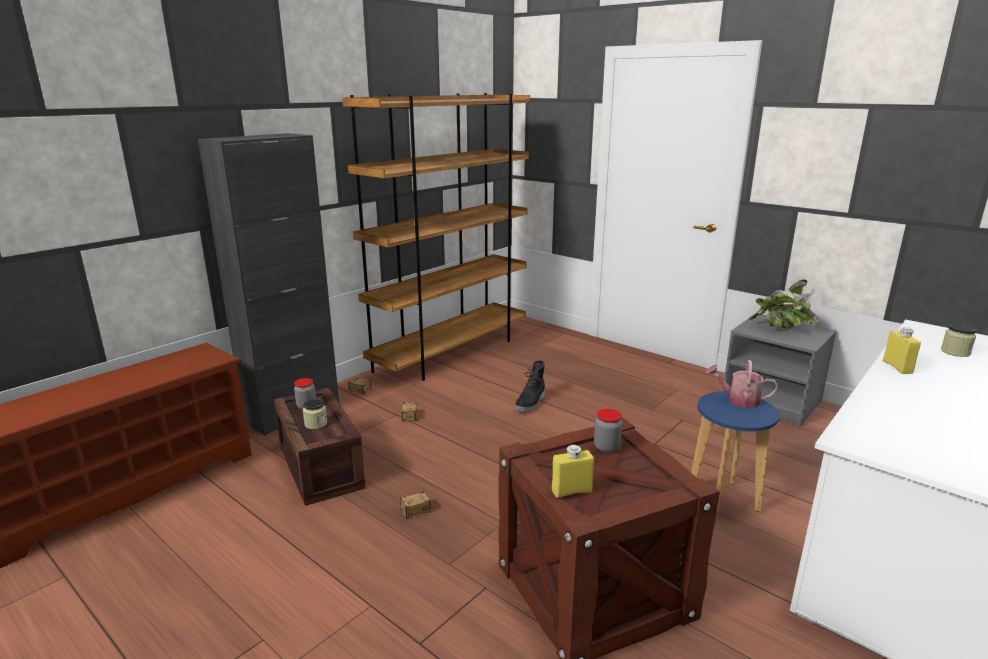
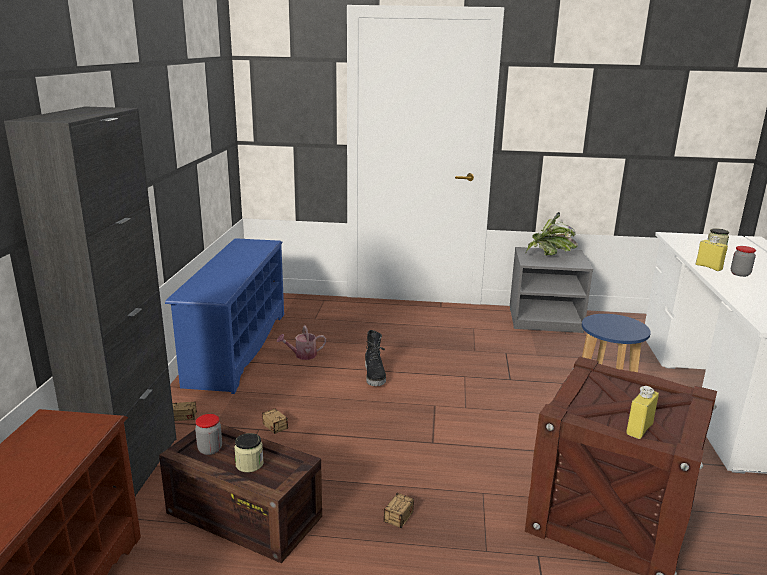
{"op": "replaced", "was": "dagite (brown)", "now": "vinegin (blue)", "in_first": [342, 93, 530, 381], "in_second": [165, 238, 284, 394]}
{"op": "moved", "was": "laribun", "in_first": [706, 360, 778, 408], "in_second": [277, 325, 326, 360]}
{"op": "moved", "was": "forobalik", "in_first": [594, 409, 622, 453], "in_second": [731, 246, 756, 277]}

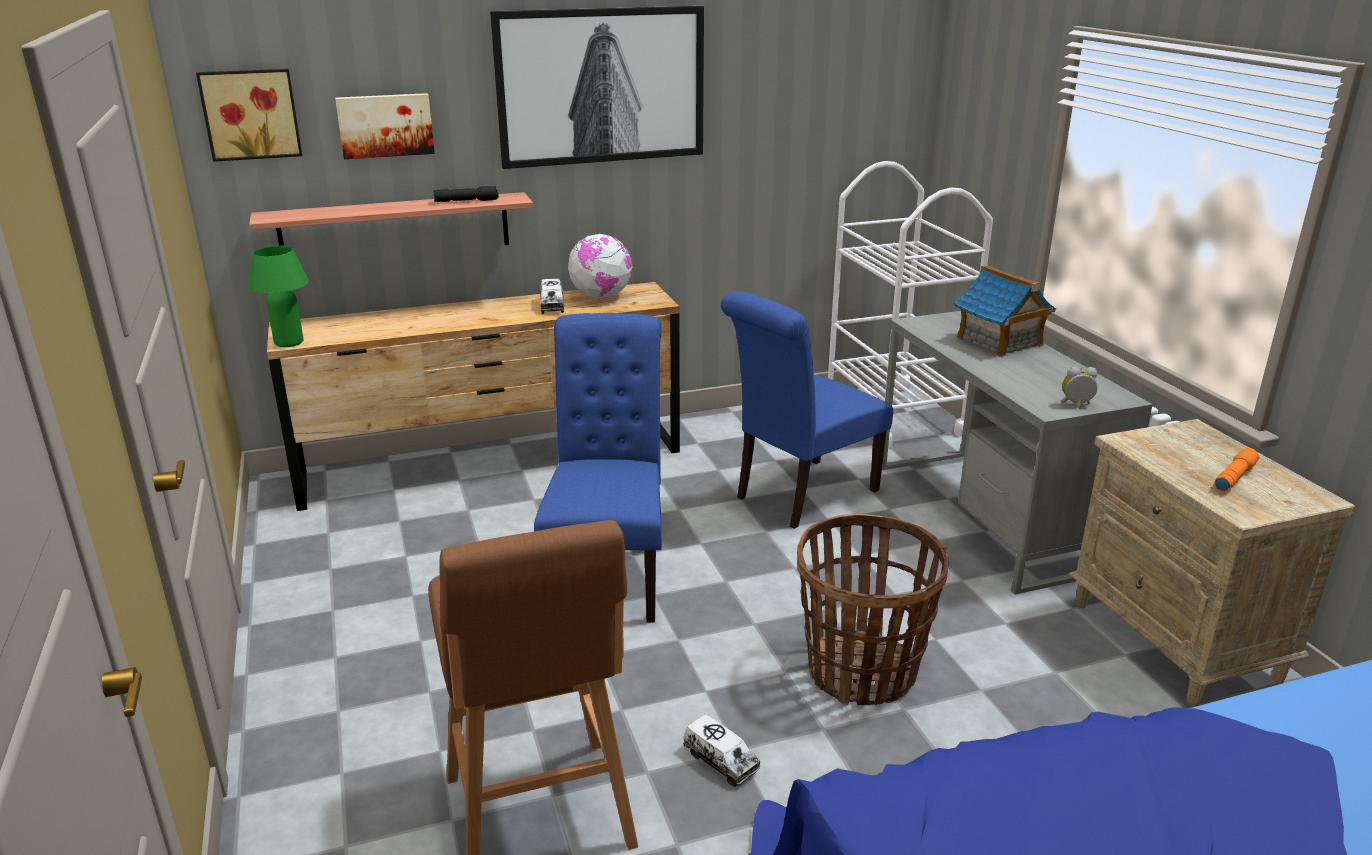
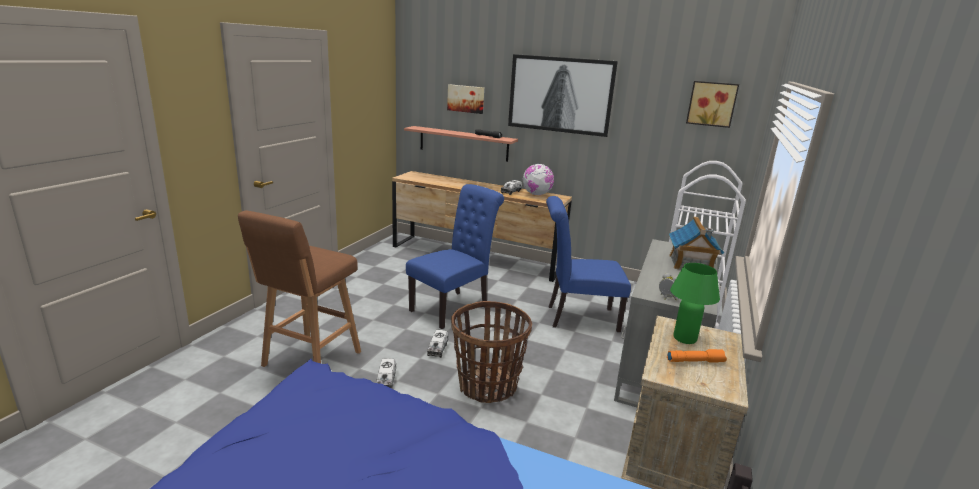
{"op": "added", "now": "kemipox", "in_second": [427, 330, 448, 358]}
{"op": "moved", "was": "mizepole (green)", "in_first": [248, 246, 309, 347], "in_second": [670, 263, 720, 344]}
{"op": "moved", "was": "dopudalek", "in_first": [196, 69, 302, 162], "in_second": [686, 81, 739, 128]}

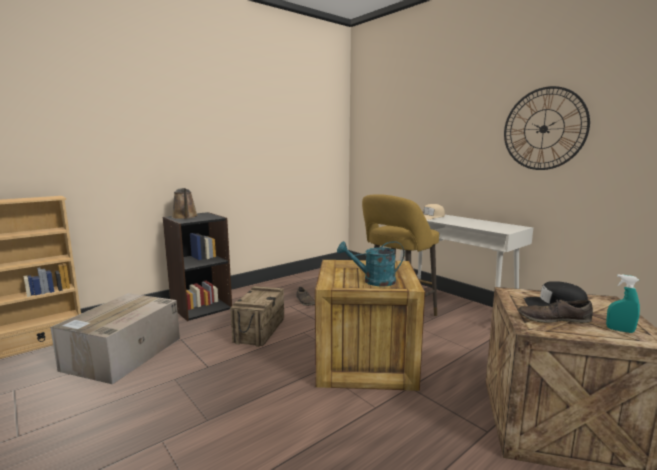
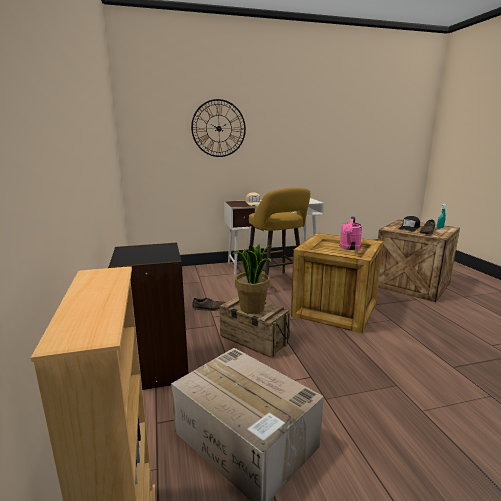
{"op": "moved", "was": "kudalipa", "in_first": [504, 86, 590, 170], "in_second": [191, 99, 246, 157]}
{"op": "added", "now": "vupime", "in_second": [232, 243, 271, 314]}
{"op": "recoloured", "was": "laribun (turquoise)", "now": "laribun (pink)", "in_first": [337, 241, 404, 286], "in_second": [340, 217, 362, 250]}
{"op": "removed", "was": "laribun (brown)", "in_first": [172, 188, 198, 219]}

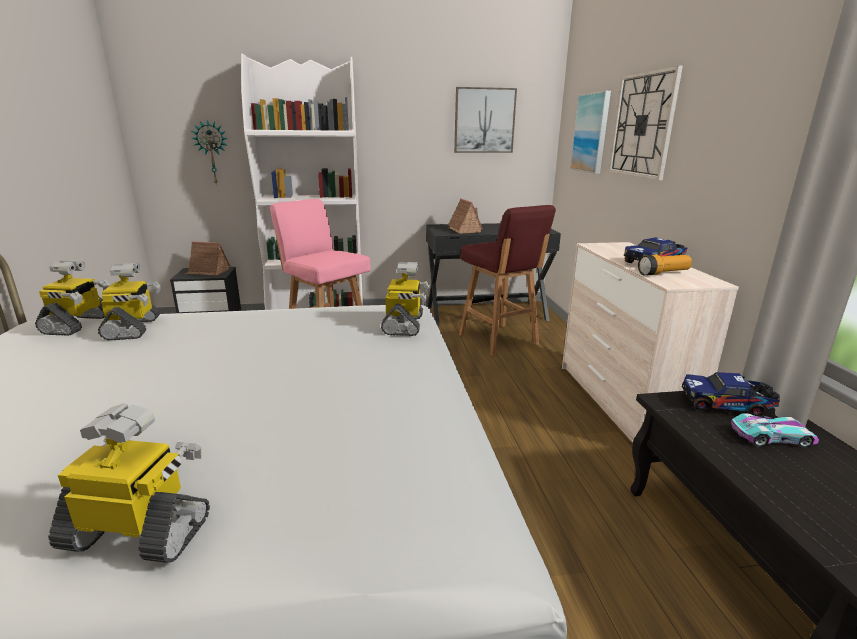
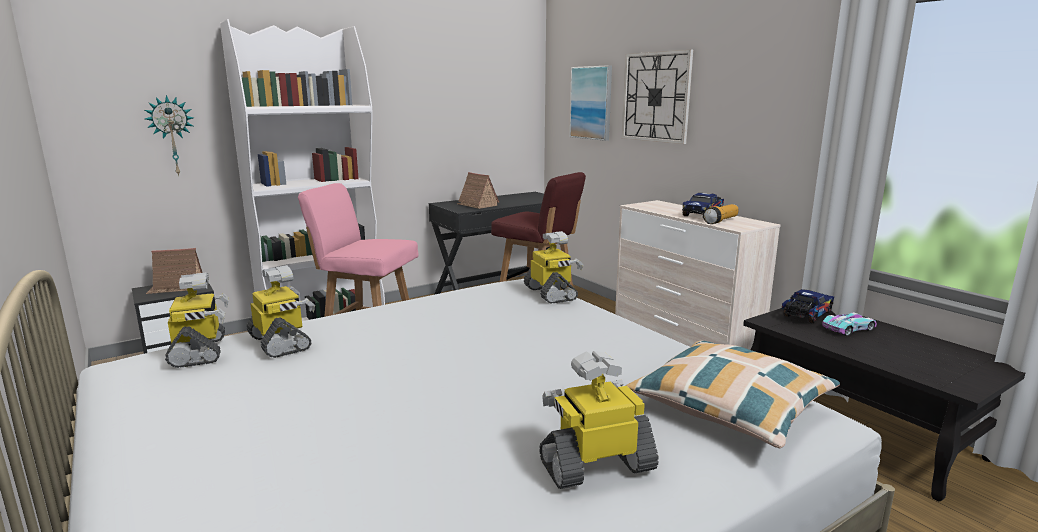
{"op": "added", "now": "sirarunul", "in_second": [626, 341, 840, 449]}
{"op": "turned", "was": "kemipox", "in_first": [682, 372, 780, 416], "in_second": [782, 289, 834, 323], "clockwise": 150}
{"op": "removed", "was": "dopudalek", "in_first": [454, 87, 517, 153]}

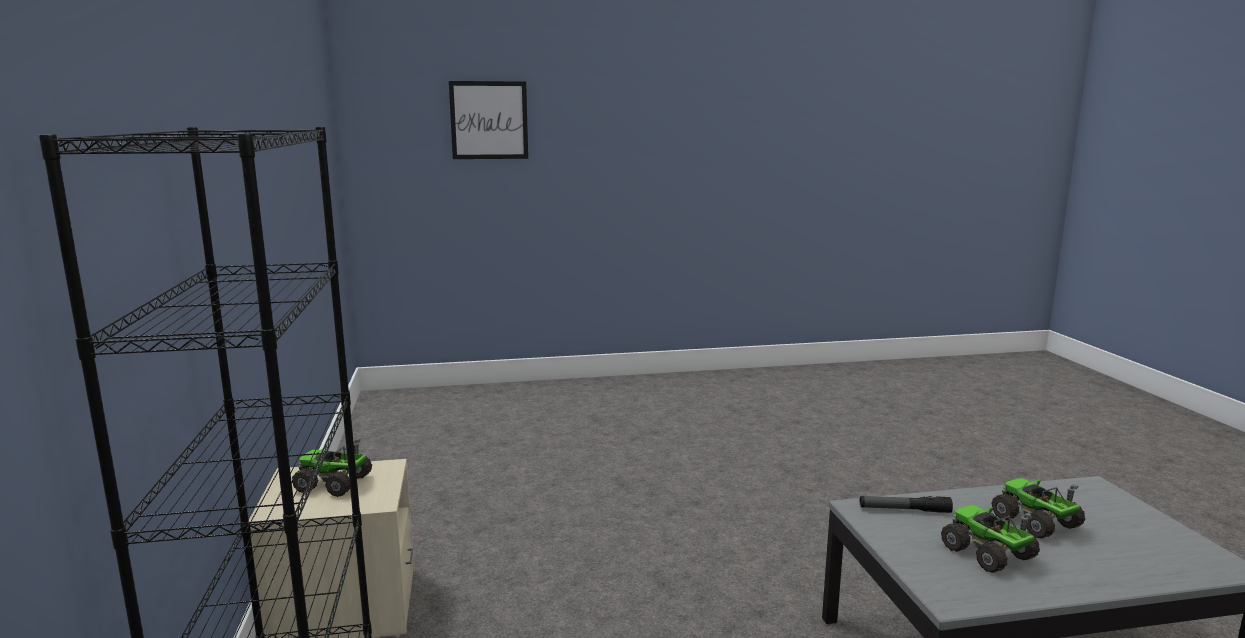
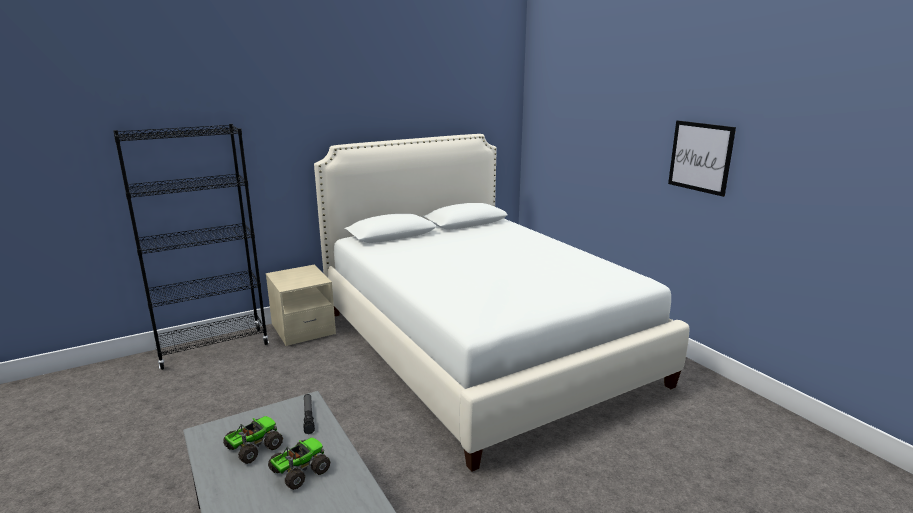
{"op": "added", "now": "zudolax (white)", "in_second": [314, 134, 689, 472]}
{"op": "moved", "was": "dopudalek", "in_first": [449, 81, 528, 159], "in_second": [668, 120, 736, 197]}
{"op": "removed", "was": "kemipox", "in_first": [292, 439, 372, 497]}

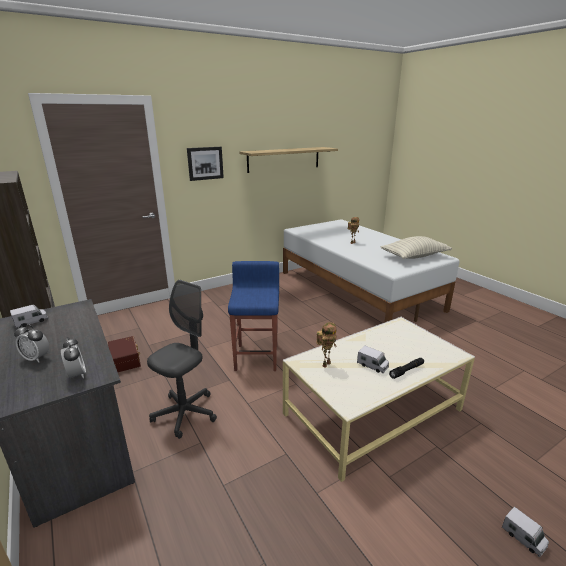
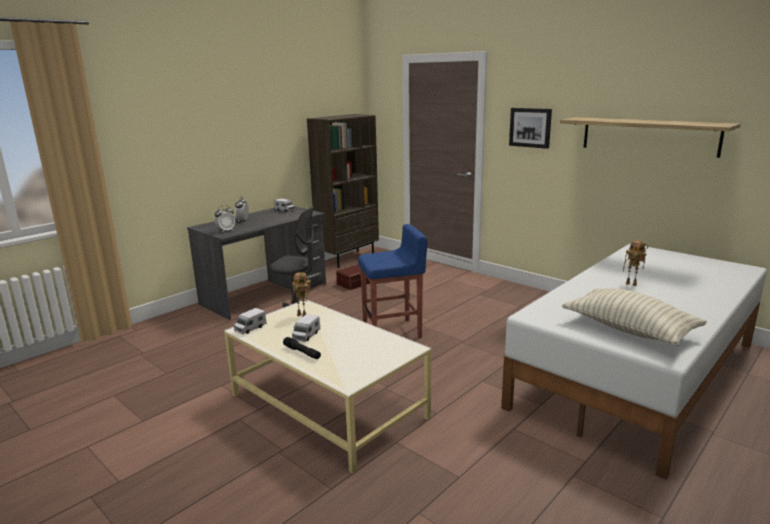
{"op": "moved", "was": "kemipox", "in_first": [502, 507, 549, 557], "in_second": [234, 308, 267, 334]}

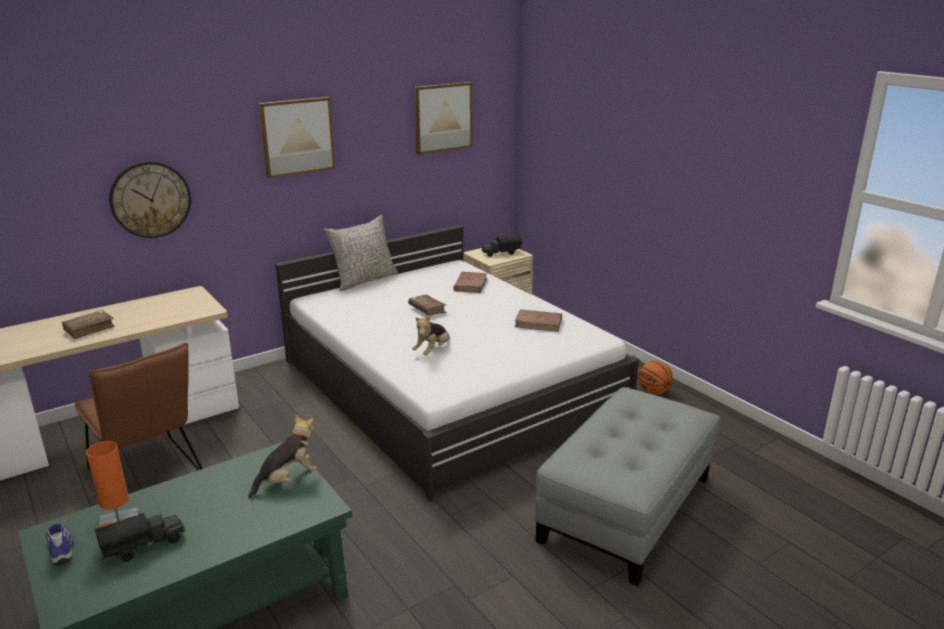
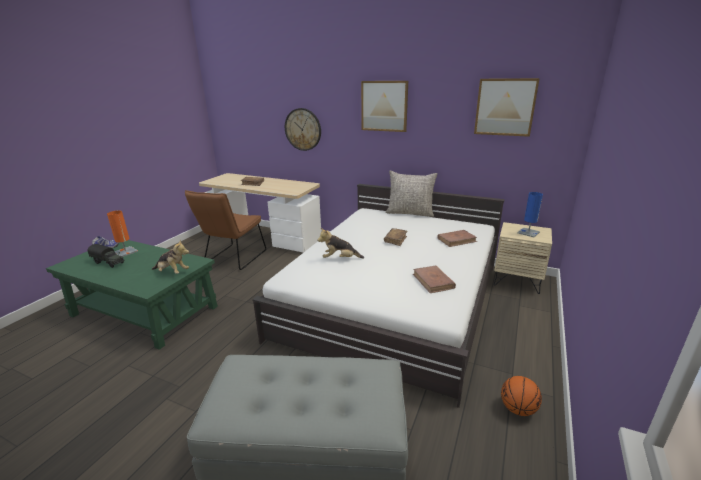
{"op": "replaced", "was": "kemipox", "now": "mizepole (blue)", "in_first": [481, 235, 522, 257], "in_second": [517, 192, 543, 237]}

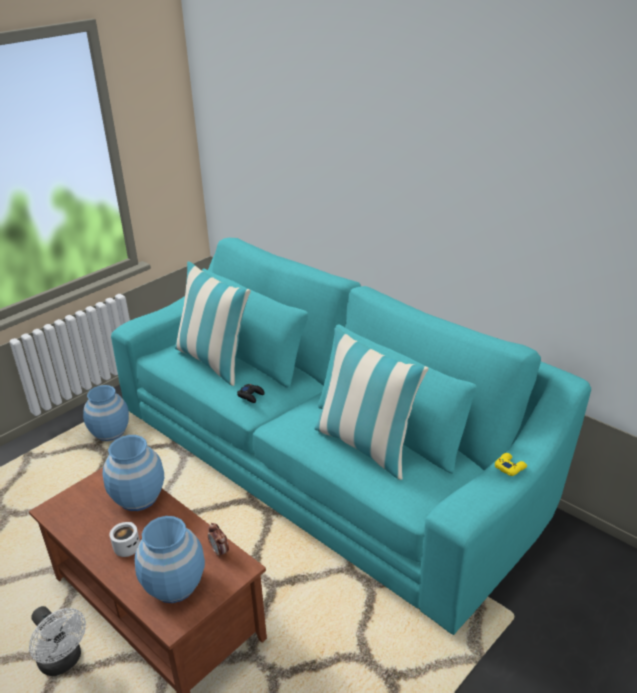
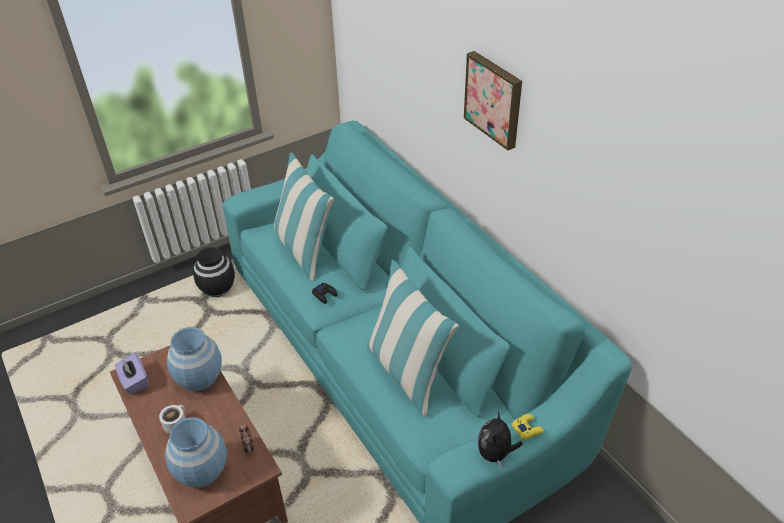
{"op": "added", "now": "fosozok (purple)", "in_second": [115, 352, 149, 395]}
{"op": "recoloured", "was": "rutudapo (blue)", "now": "rutudapo (black)", "in_first": [83, 385, 129, 441], "in_second": [193, 247, 235, 297]}
{"op": "added", "now": "dopudalek", "in_second": [464, 51, 522, 150]}
{"op": "added", "now": "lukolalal", "in_second": [478, 411, 523, 468]}
{"op": "removed", "was": "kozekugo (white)", "in_first": [29, 606, 86, 676]}

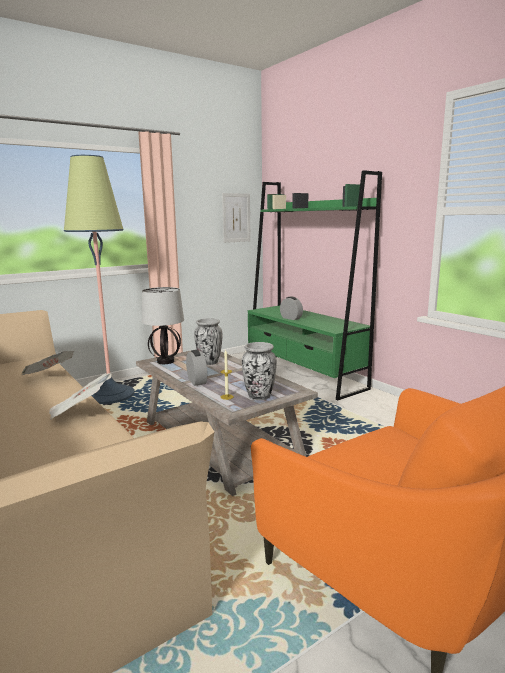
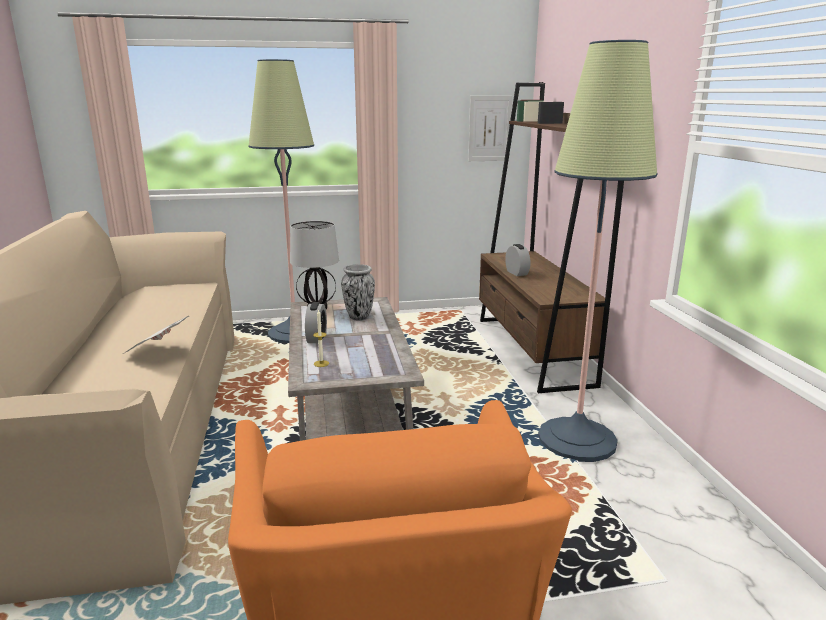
{"op": "recoloured", "was": "dagite (green)", "now": "dagite (brown)", "in_first": [248, 170, 382, 401], "in_second": [479, 82, 624, 393]}
{"op": "added", "now": "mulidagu", "in_second": [538, 40, 657, 462]}
{"op": "removed", "was": "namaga", "in_first": [21, 351, 74, 375]}
{"op": "removed", "was": "rutudapo", "in_first": [242, 342, 277, 400]}

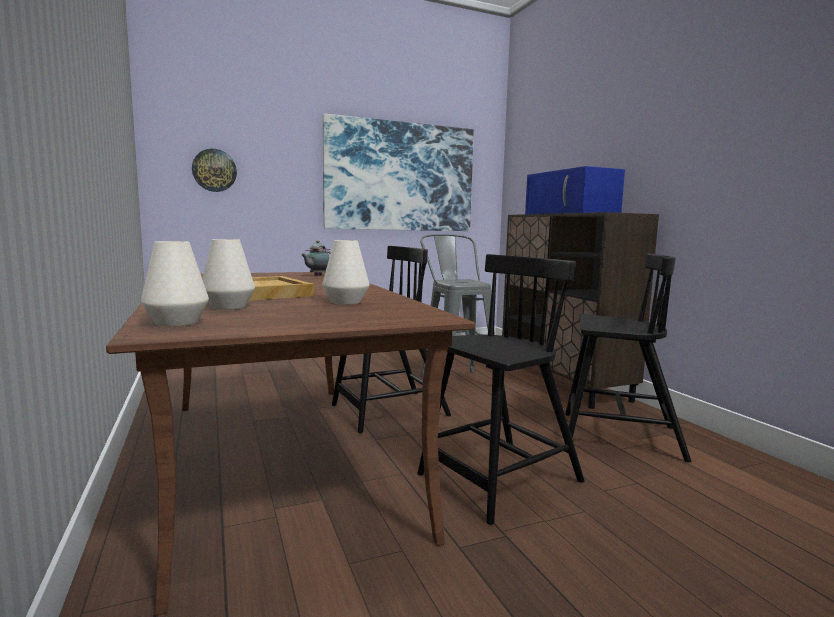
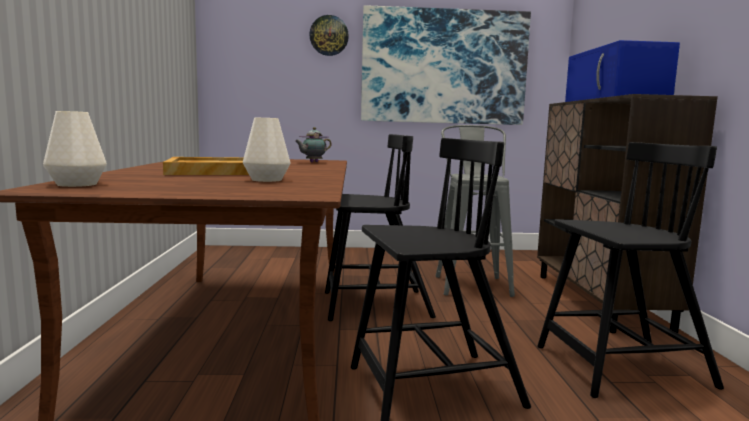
{"op": "moved", "was": "kudalipa", "in_first": [192, 149, 237, 192], "in_second": [309, 15, 349, 56]}
{"op": "turned", "was": "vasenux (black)", "in_first": [565, 253, 691, 462], "in_second": [537, 142, 724, 398], "clockwise": -45}
{"op": "removed", "was": "rutudapo (white)", "in_first": [202, 239, 255, 310]}

